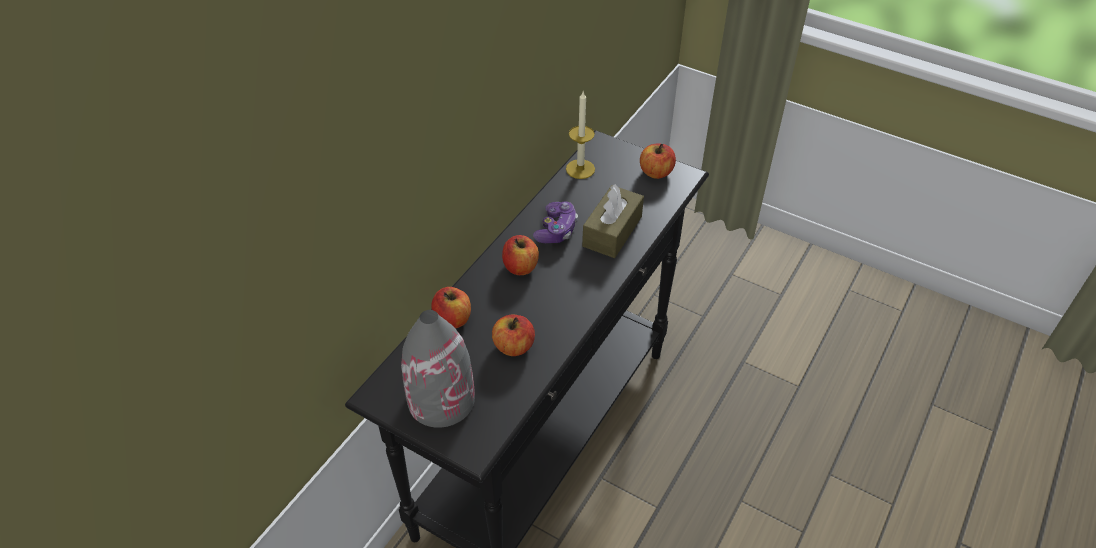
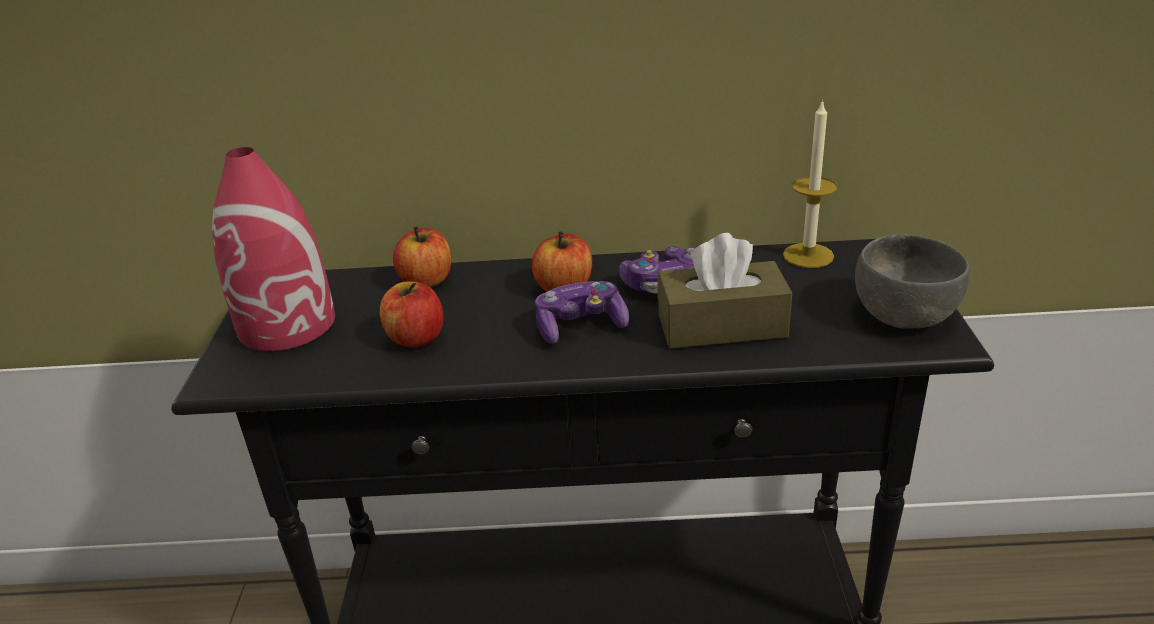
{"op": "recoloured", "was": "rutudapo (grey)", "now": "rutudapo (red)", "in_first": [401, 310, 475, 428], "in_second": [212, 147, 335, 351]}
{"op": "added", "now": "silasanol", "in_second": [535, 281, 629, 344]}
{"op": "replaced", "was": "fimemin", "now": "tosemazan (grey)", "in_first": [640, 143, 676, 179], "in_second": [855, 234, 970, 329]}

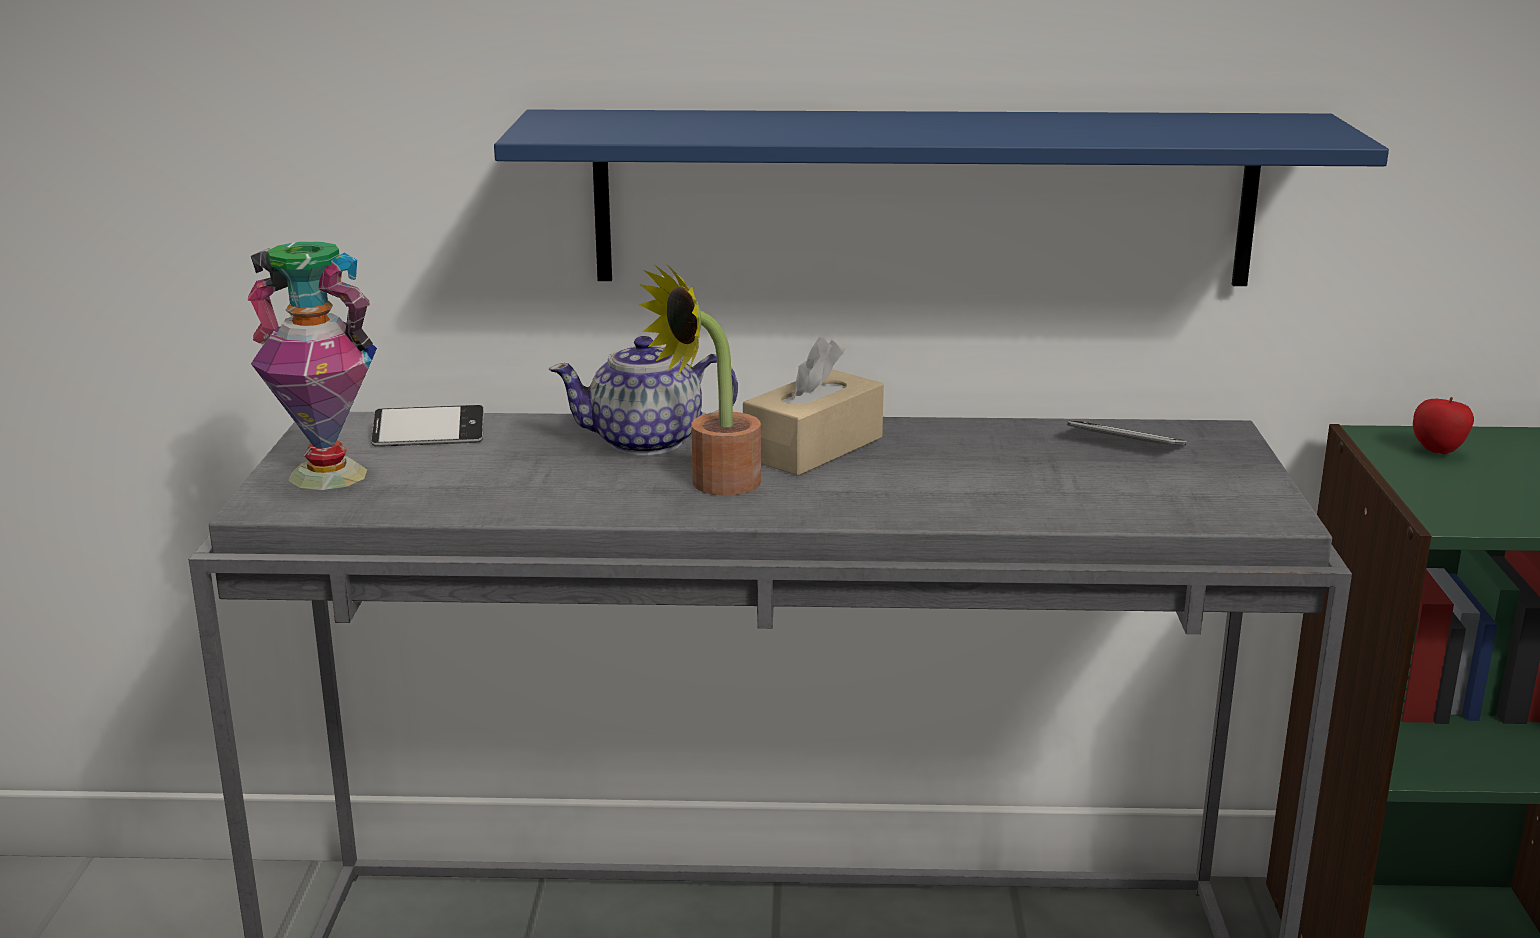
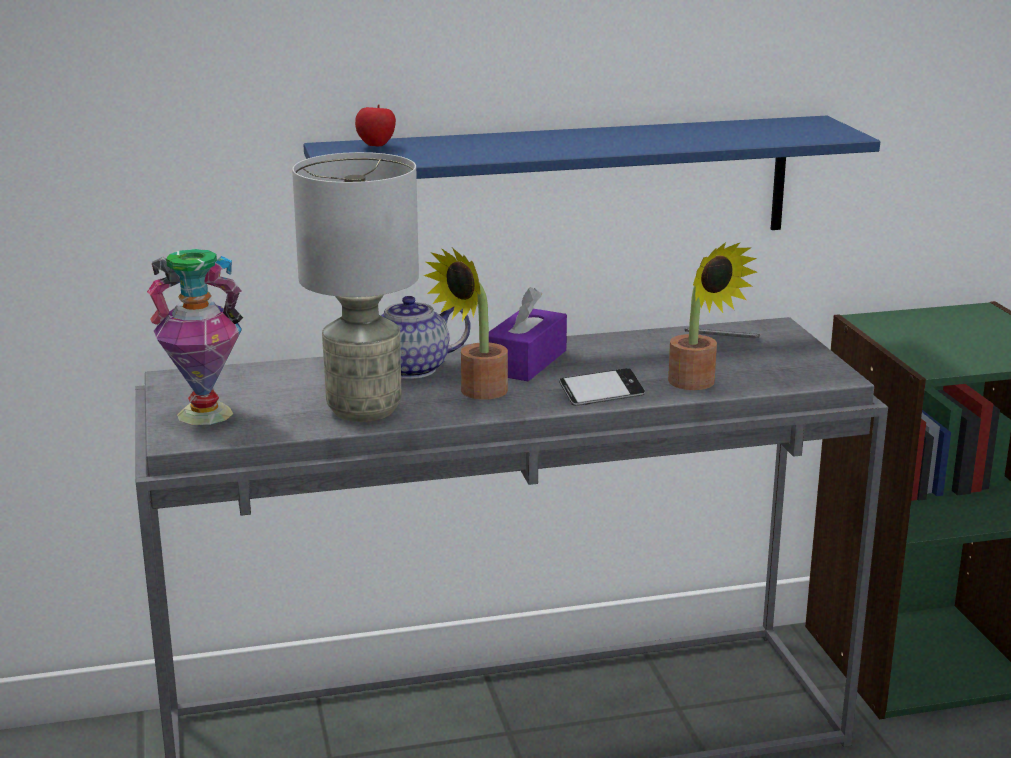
{"op": "added", "now": "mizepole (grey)", "in_second": [292, 152, 419, 422]}
{"op": "moved", "was": "fimemin", "in_first": [1413, 397, 1474, 454], "in_second": [355, 104, 396, 147]}
{"op": "recoloured", "was": "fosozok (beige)", "now": "fosozok (purple)", "in_first": [743, 338, 884, 476], "in_second": [489, 287, 567, 381]}
{"op": "moved", "was": "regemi", "in_first": [371, 405, 484, 446], "in_second": [559, 368, 645, 406]}
{"op": "added", "now": "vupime", "in_second": [668, 242, 757, 390]}

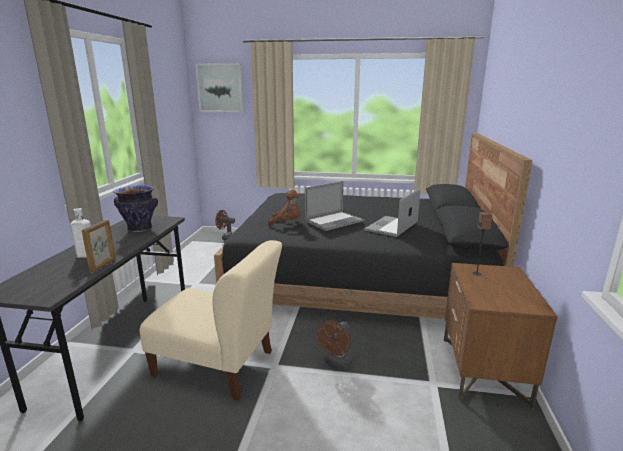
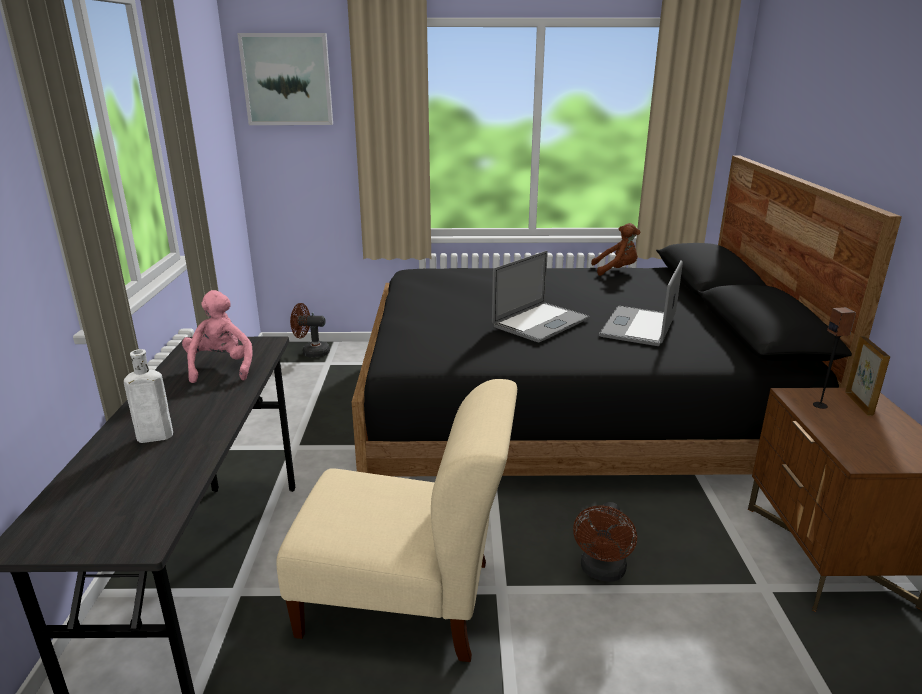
{"op": "replaced", "was": "rutudapo", "now": "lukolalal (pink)", "in_first": [113, 185, 158, 232], "in_second": [182, 290, 253, 383]}
{"op": "moved", "was": "lukolalal (brown)", "in_first": [268, 190, 300, 226], "in_second": [591, 223, 640, 276]}
{"op": "moved", "was": "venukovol", "in_first": [82, 220, 116, 272], "in_second": [845, 336, 890, 415]}

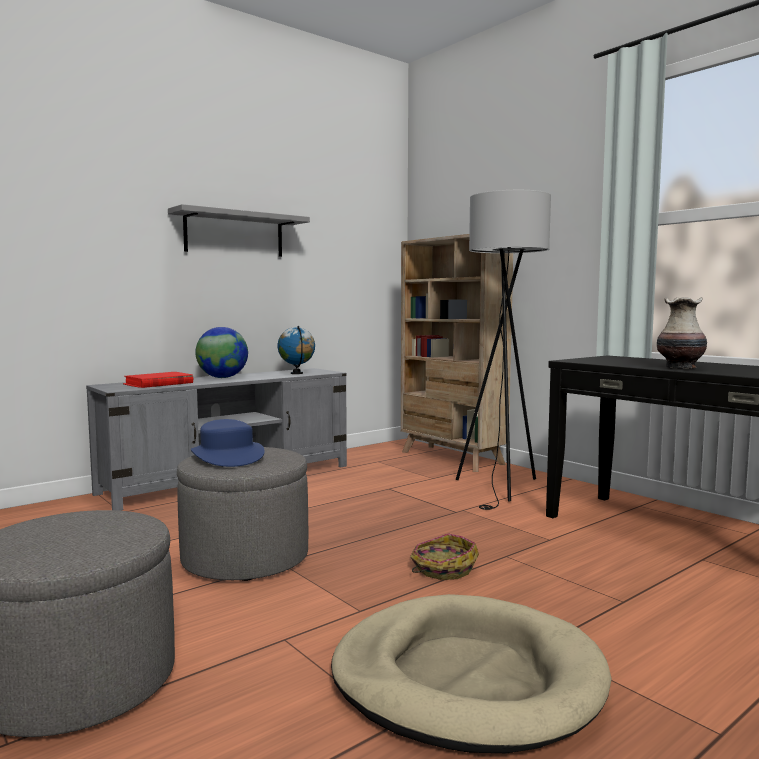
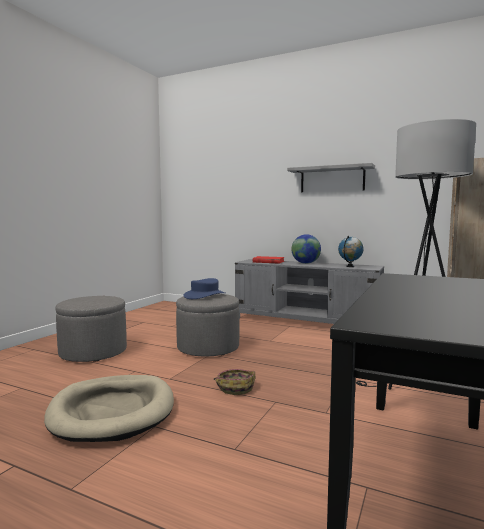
{"op": "removed", "was": "rutudapo", "in_first": [657, 297, 707, 369]}

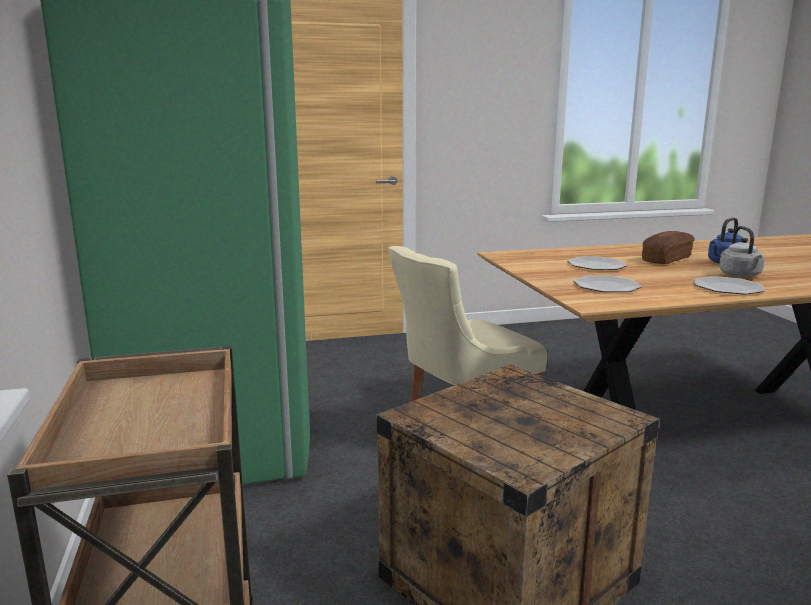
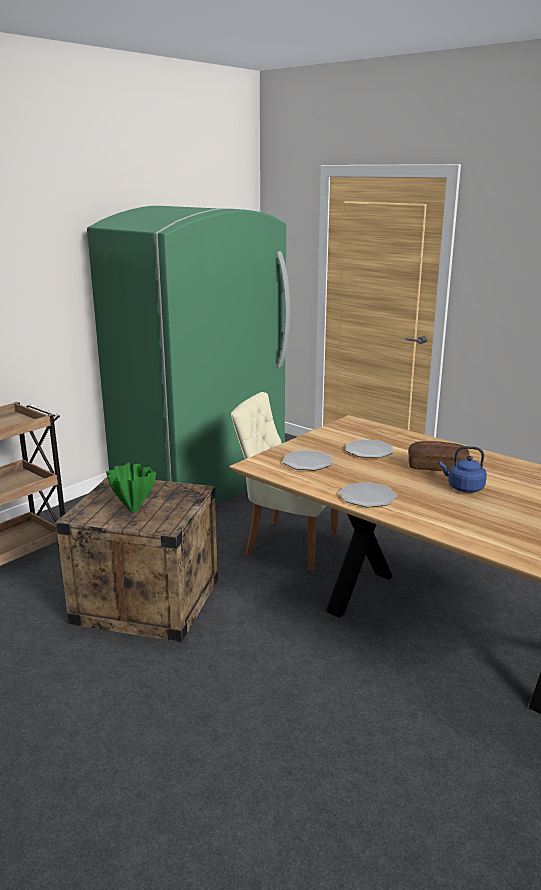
{"op": "added", "now": "rutudapo (green)", "in_second": [106, 463, 156, 512]}
{"op": "removed", "was": "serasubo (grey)", "in_first": [719, 226, 764, 277]}

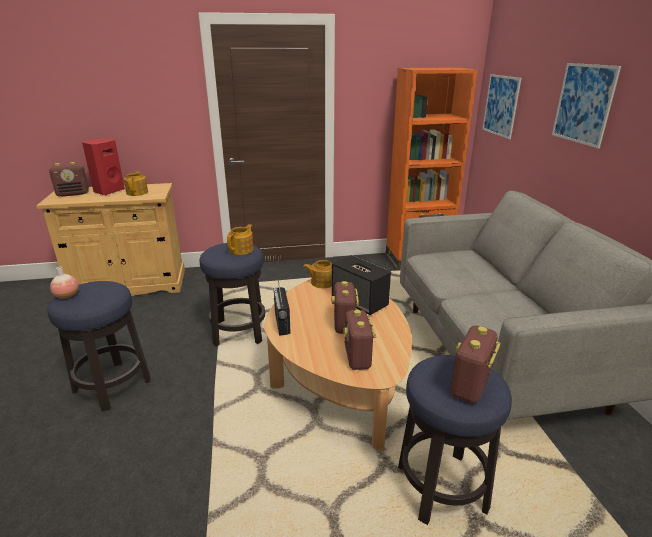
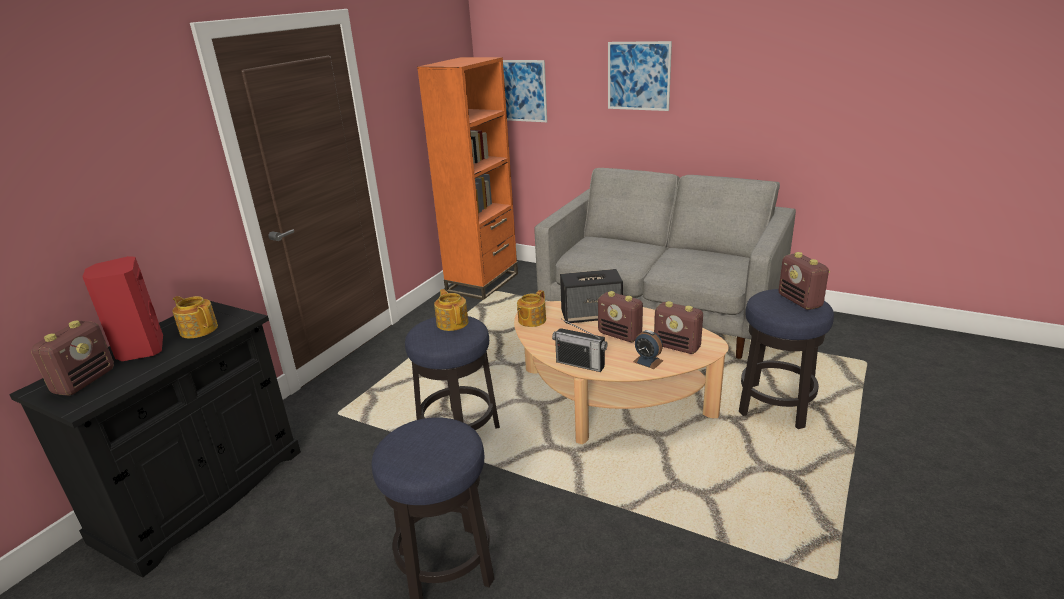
{"op": "recoloured", "was": "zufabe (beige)", "now": "zufabe (black)", "in_first": [36, 183, 185, 296], "in_second": [9, 301, 301, 577]}
{"op": "added", "now": "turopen", "in_second": [633, 330, 664, 369]}
{"op": "removed", "was": "rutudapo", "in_first": [50, 267, 79, 299]}

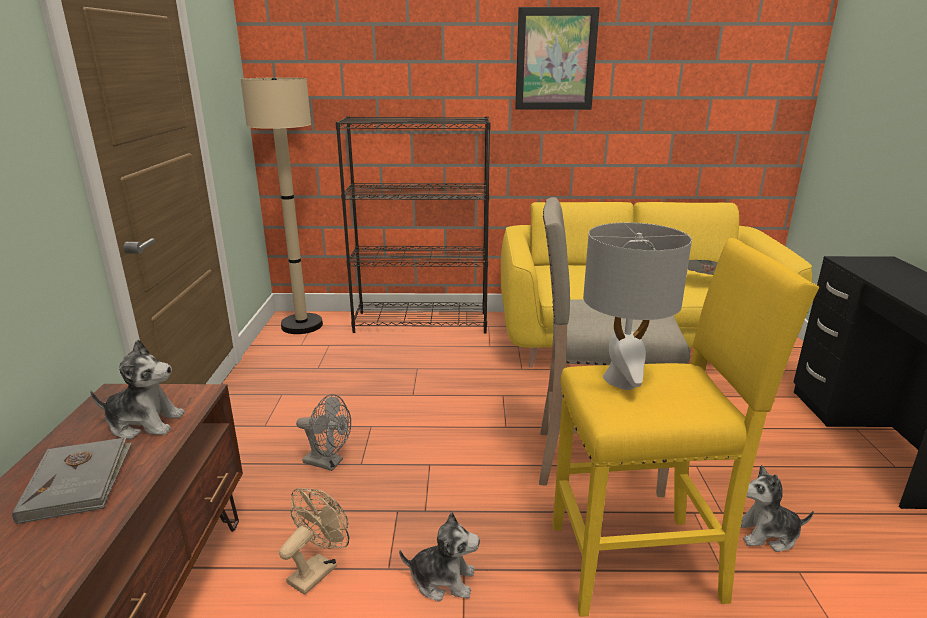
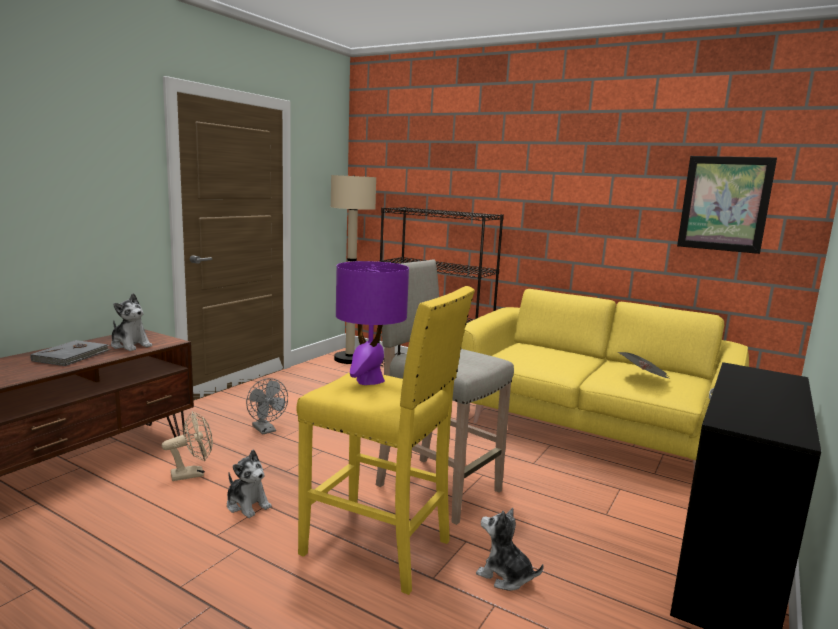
{"op": "recoloured", "was": "mizepole (grey)", "now": "mizepole (purple)", "in_first": [583, 222, 692, 390], "in_second": [336, 261, 409, 385]}
{"op": "moved", "was": "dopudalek", "in_first": [515, 7, 600, 110], "in_second": [677, 156, 777, 254]}

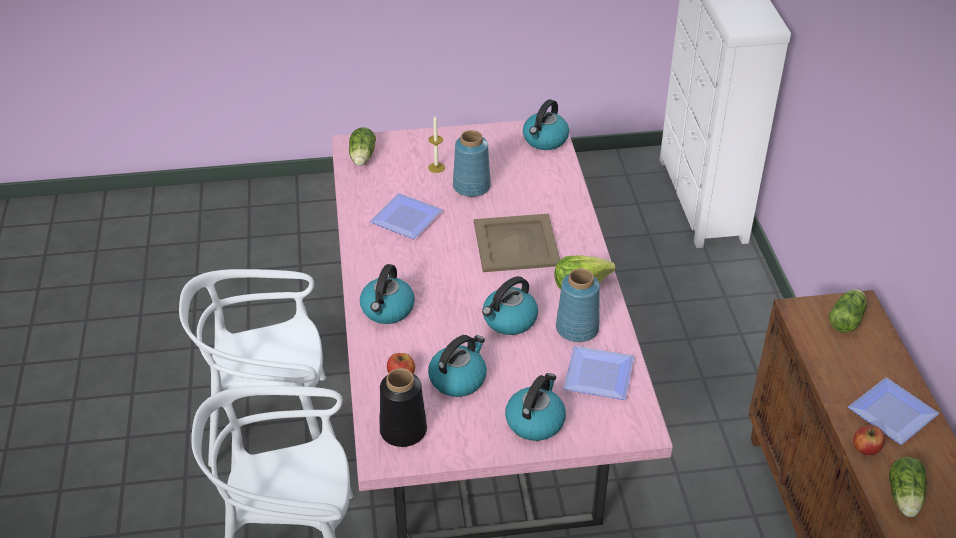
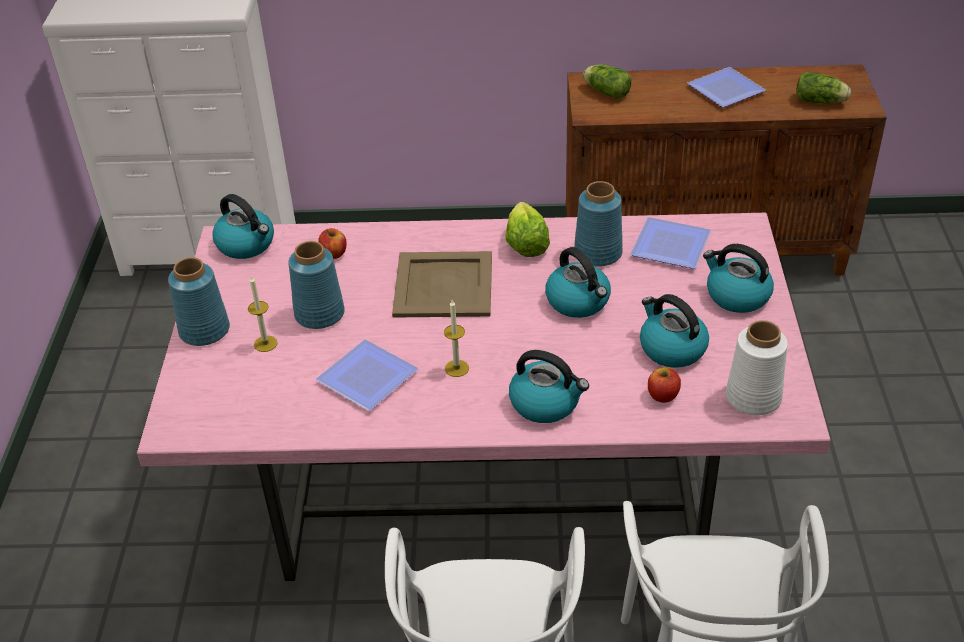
{"op": "added", "now": "rutudapo (blue)", "in_second": [168, 257, 230, 346]}
{"op": "moved", "was": "fimemin", "in_first": [853, 425, 885, 455], "in_second": [318, 228, 346, 259]}
{"op": "added", "now": "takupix", "in_second": [444, 300, 469, 377]}
{"op": "recoloured", "was": "rutudapo (black)", "now": "rutudapo (white)", "in_first": [380, 368, 427, 447], "in_second": [726, 320, 788, 415]}
{"op": "removed", "was": "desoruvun", "in_first": [349, 127, 376, 166]}

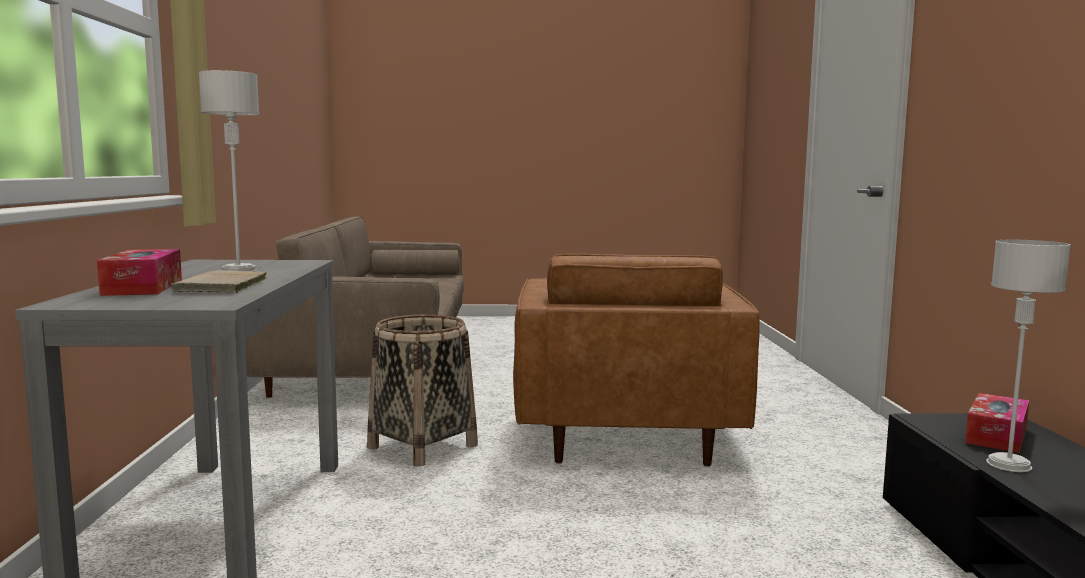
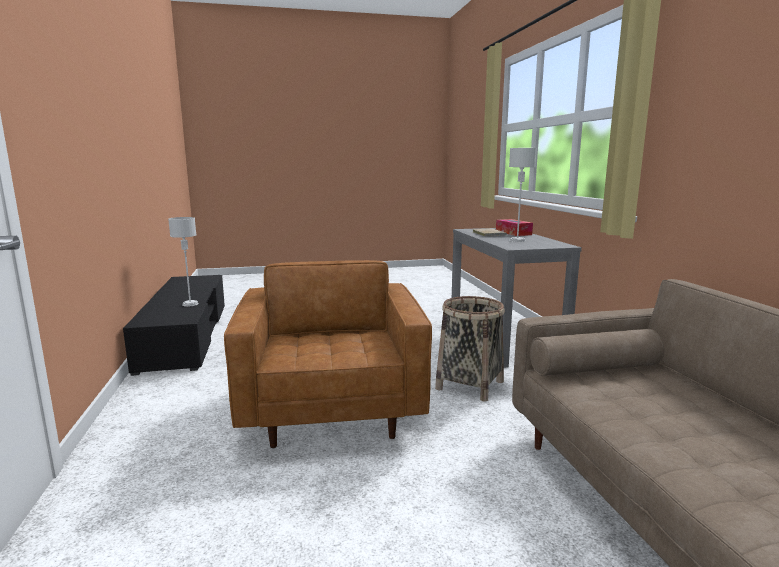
{"op": "removed", "was": "fosozok", "in_first": [965, 393, 1029, 453]}

